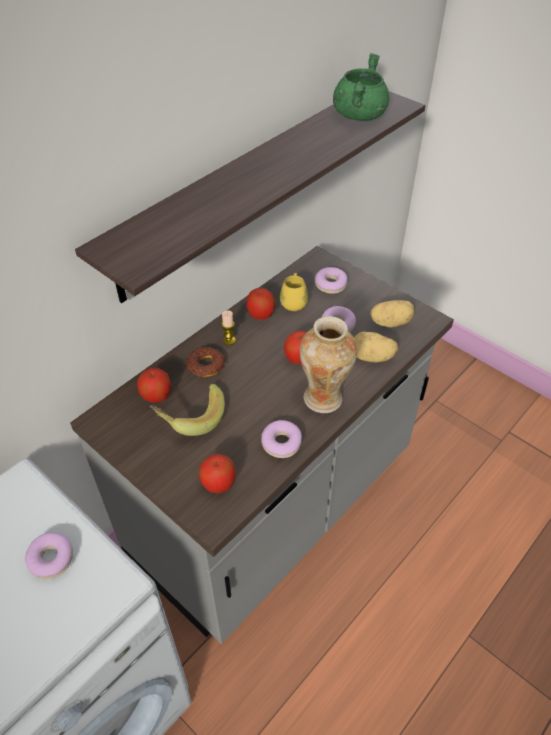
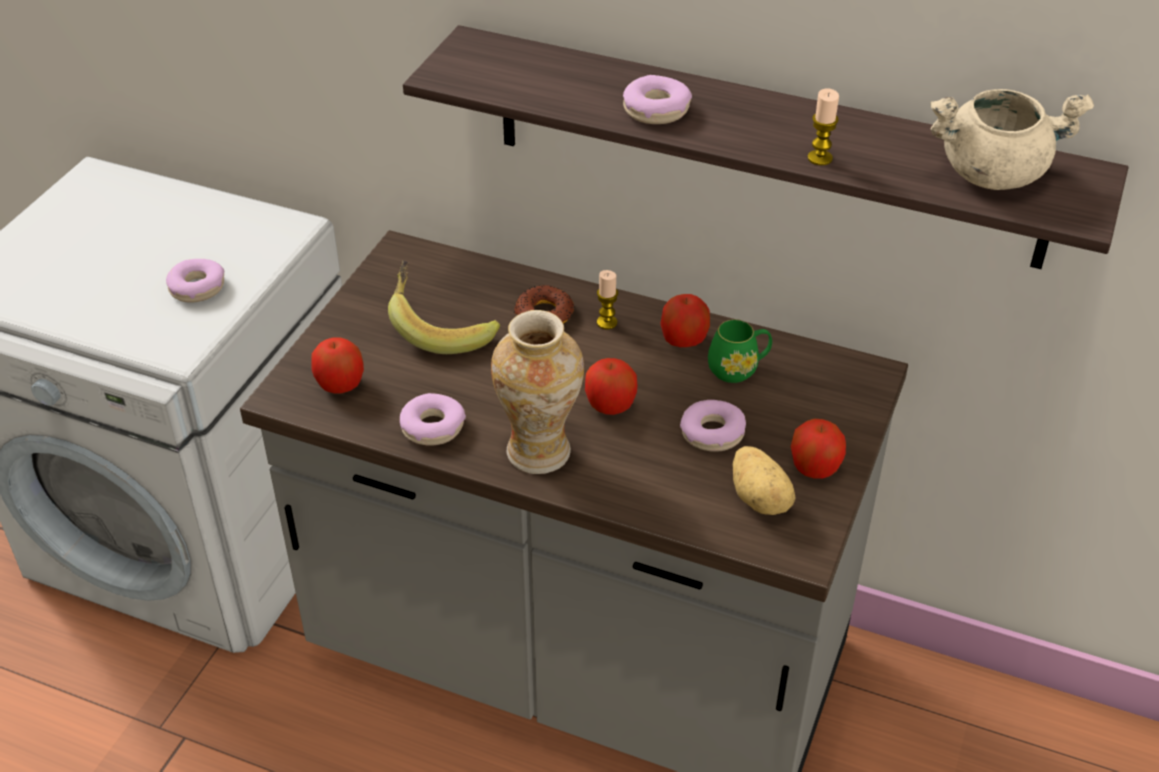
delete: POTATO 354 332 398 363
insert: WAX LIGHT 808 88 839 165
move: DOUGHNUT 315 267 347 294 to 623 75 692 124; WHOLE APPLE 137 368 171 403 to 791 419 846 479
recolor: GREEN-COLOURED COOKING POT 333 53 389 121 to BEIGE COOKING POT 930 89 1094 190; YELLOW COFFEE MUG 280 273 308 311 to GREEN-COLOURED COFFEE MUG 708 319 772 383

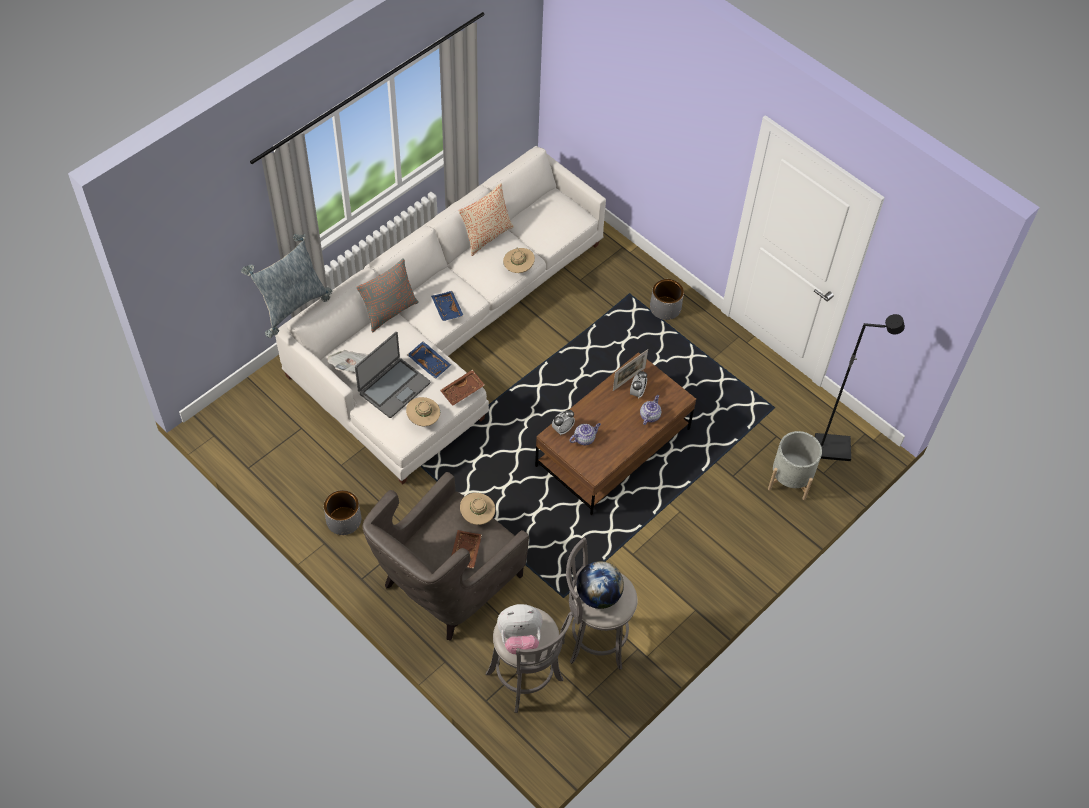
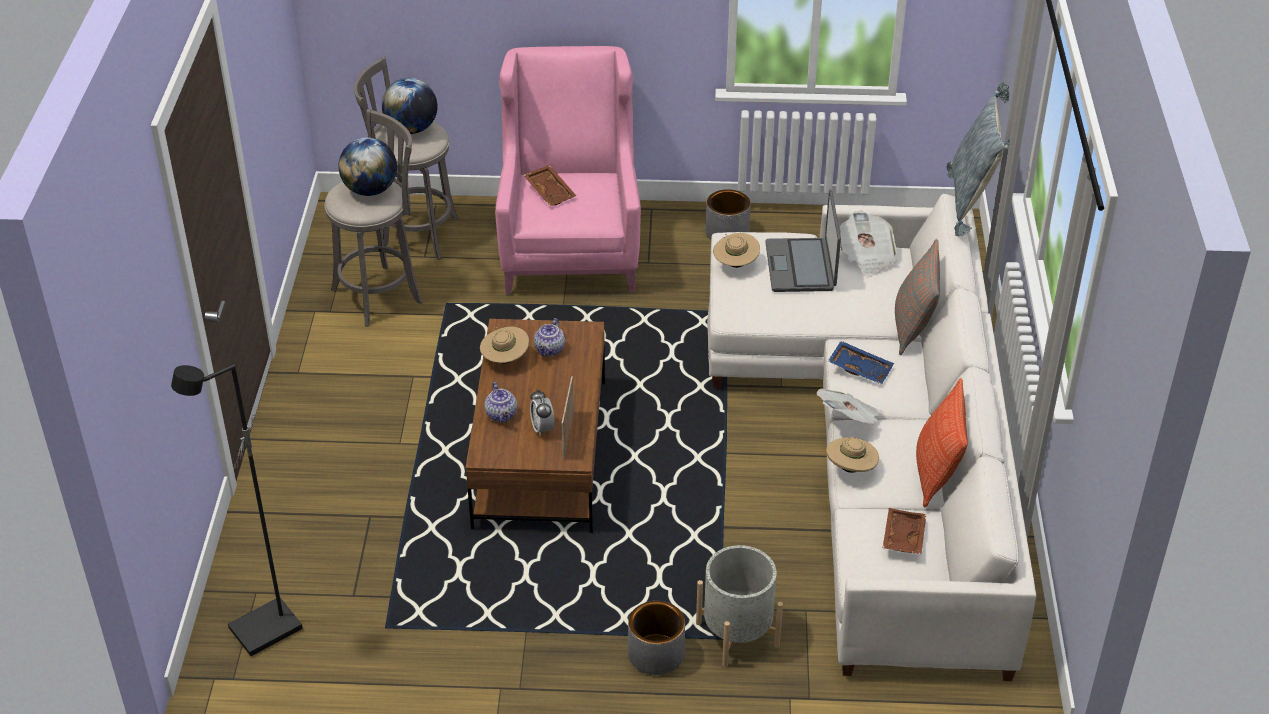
delete: BLUISH SERVING TRAY 408 341 451 379; BEDSIDE CLOCK 552 410 575 435
insert: DAILY PAPER 817 389 883 425
move: BROWN SERVING TRAY 440 370 485 406 to 883 508 926 554; GREYISH FLOWER POT 768 431 822 500 to 696 545 783 667; BEIGE WEARABLE HAT 460 493 496 525 to 480 327 529 363
replace: SOFT TOY 497 604 542 654 to DESK GLOBE 382 78 438 134
recolor: BEIGE PILLOW 459 183 514 256 to ORANGE-COLOURED PILLOW 916 378 968 507; GREYISH EASY CHAIR 363 472 529 641 to PINK EASY CHAIR 495 46 641 295

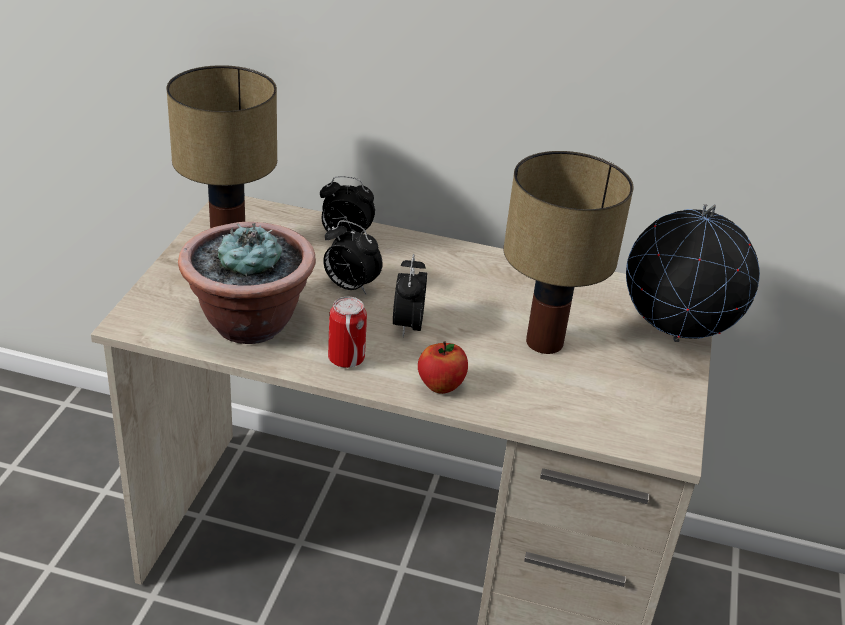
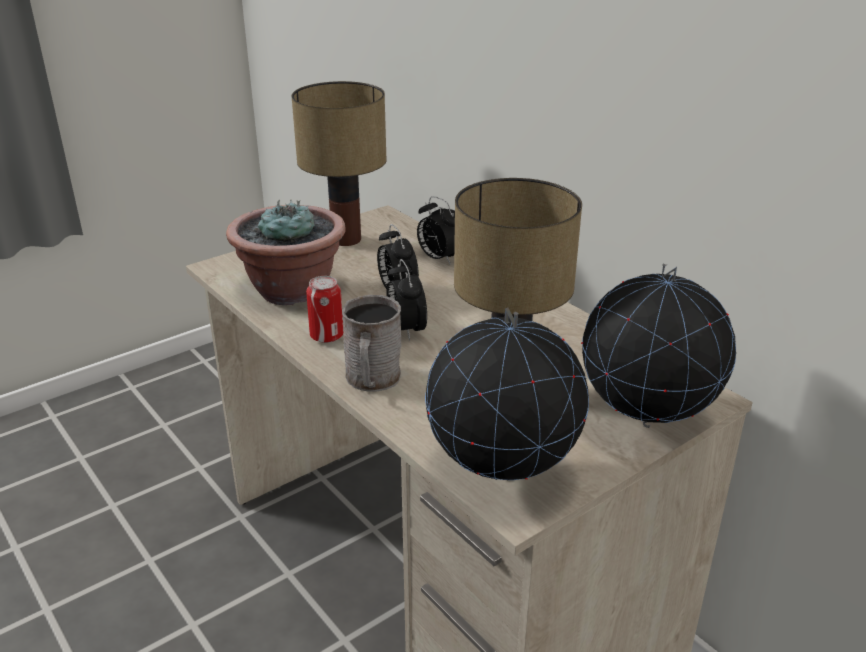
insert: DESK GLOBE 425 308 589 480
replace: WHOLE APPLE 418 341 468 394 to GREYISH COFFEE MUG 342 295 402 392
rotate: BEDSIDE CLOCK 393 254 427 338 = 386 259 427 341 60 degrees counterclockwise

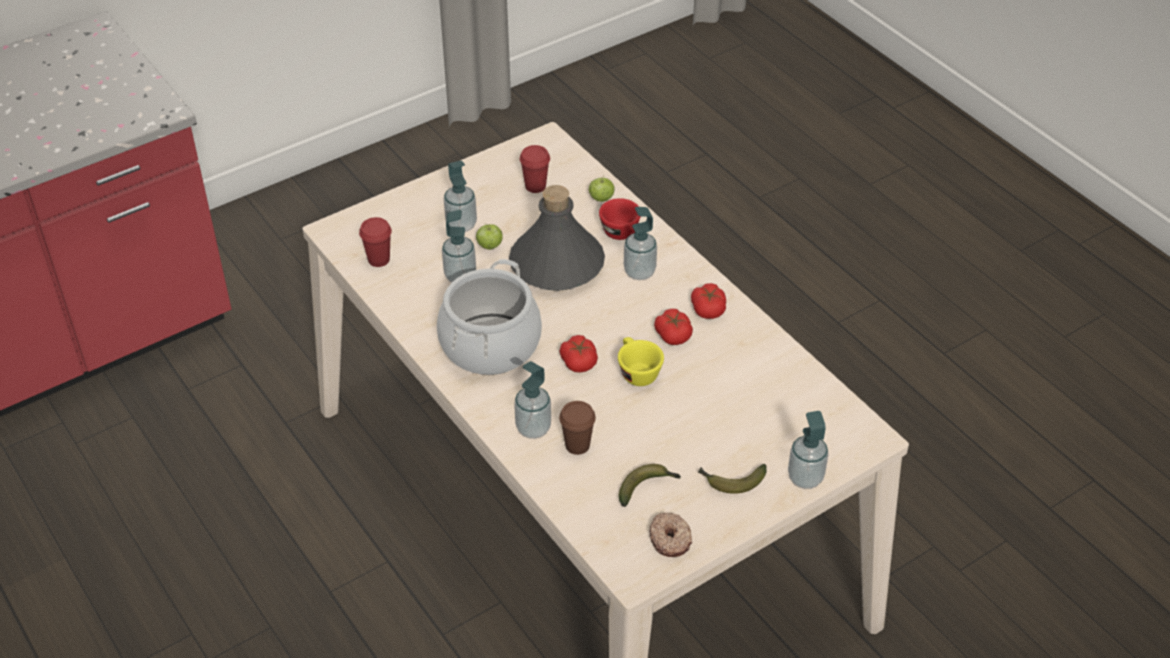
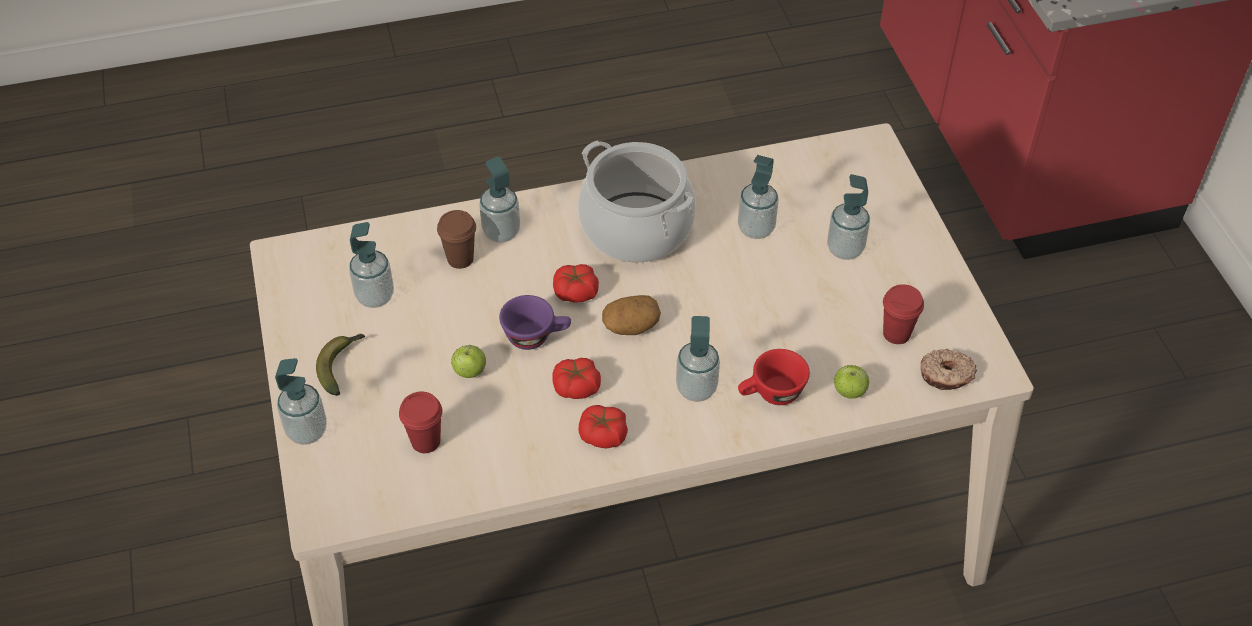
delete: GREYISH DRINK BOTTLE 509 185 605 291
insert: POTATO 602 295 661 335
move: RED SMALL CUP 359 217 392 267 to 399 391 443 453; WHOLE APPLE 476 223 503 250 to 451 345 486 378; DOUGHNUT 650 513 692 557 to 921 349 977 390
replace: BANANA 619 464 681 507 to SOAP DISPENSER 349 222 394 308
recolor: YELLOW SMALL CUP 618 337 664 386 to PURPLE SMALL CUP 499 295 571 350

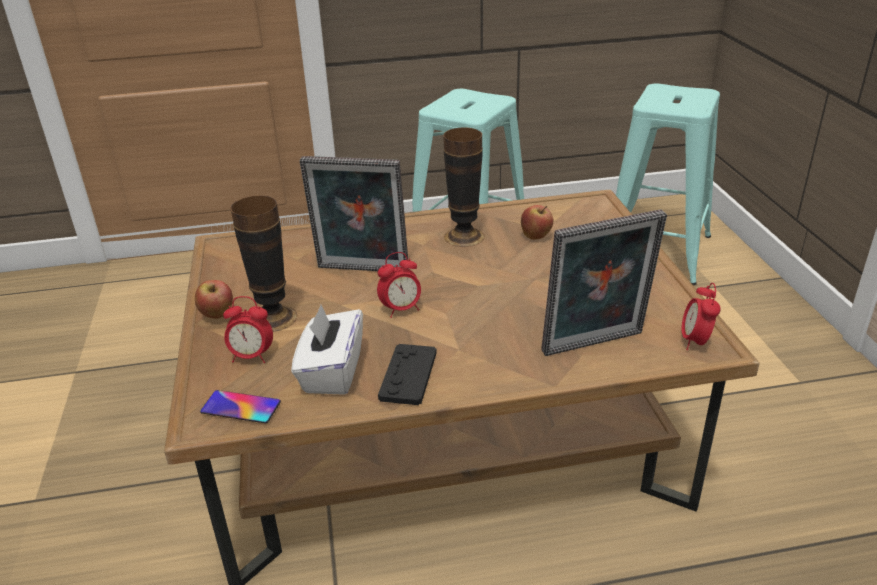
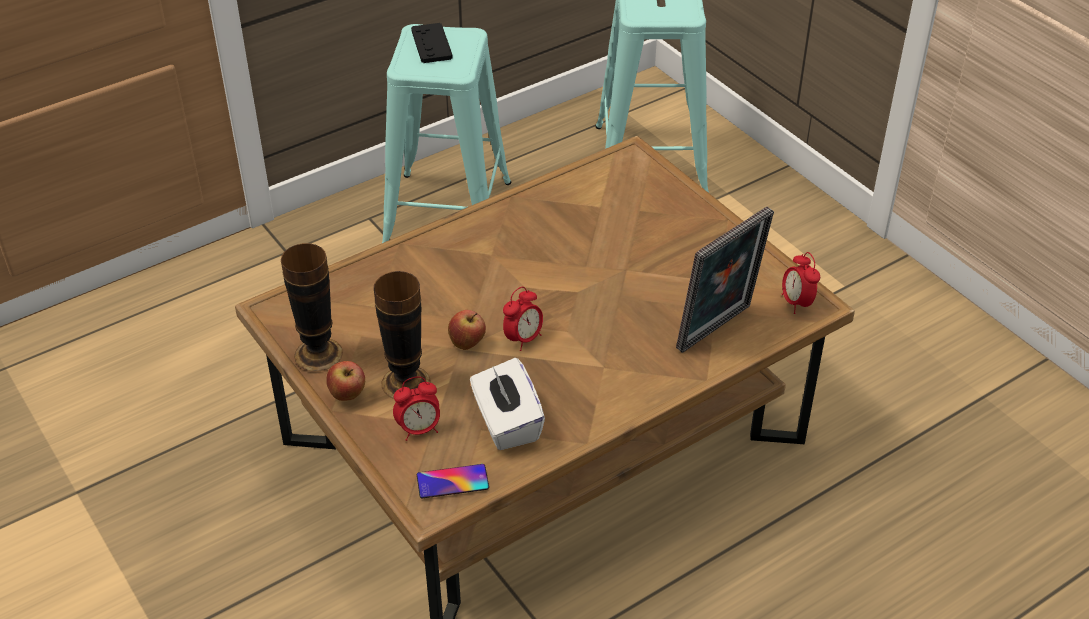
delete: PHOTO FRAME 300 156 409 271
move: DECORATIVE VASE 443 128 485 247 to 281 243 343 371; WHOLE APPLE 521 205 553 240 to 448 310 486 350; BLACKISH GAMEPAD 378 344 437 405 to 411 23 453 63

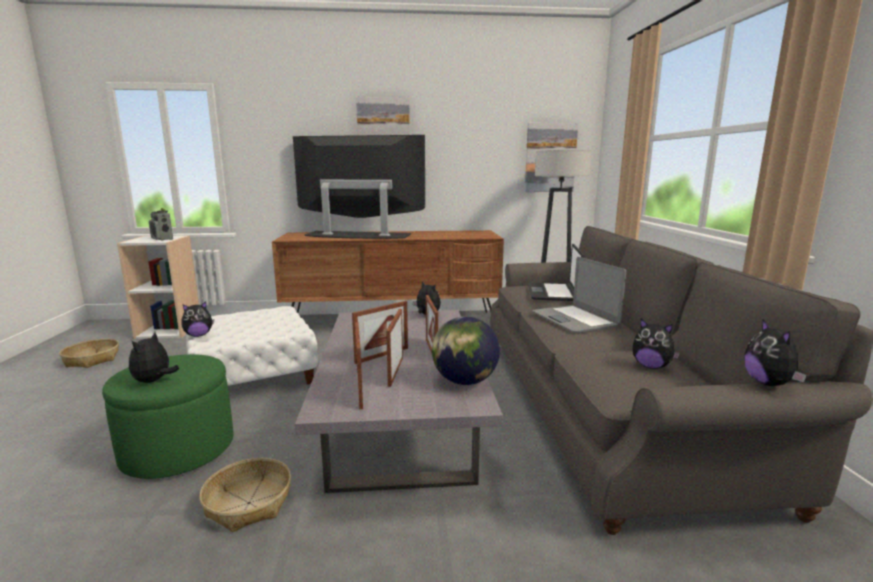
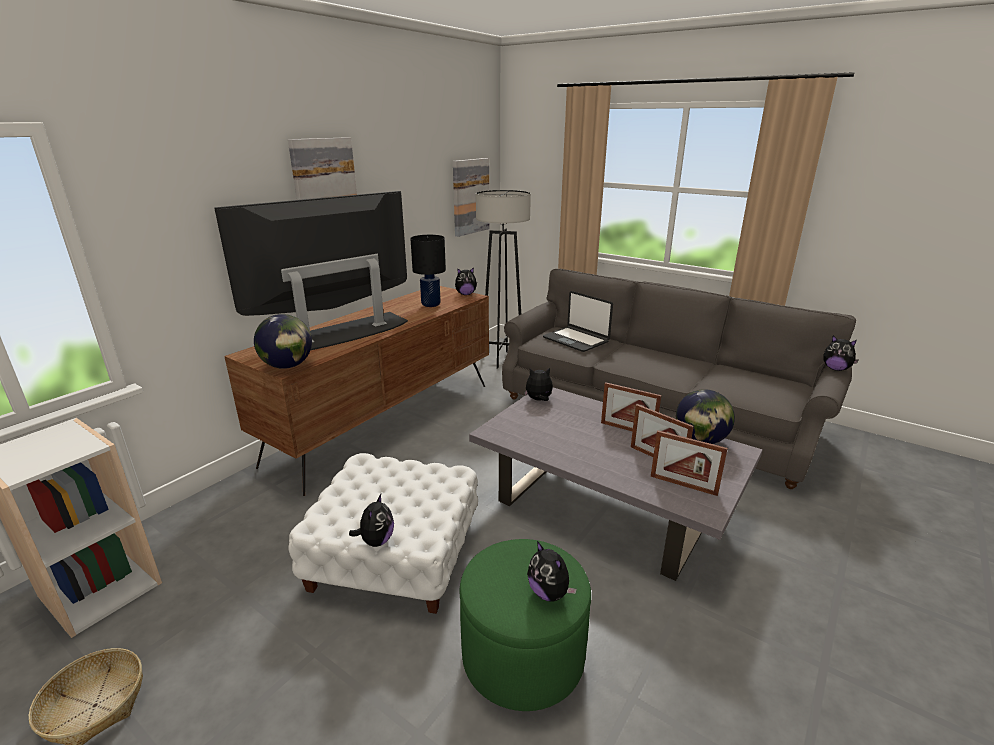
delete: RADIO SET 149 208 173 240; PORTABLE COMPUTER 532 257 626 333; PHOTO FRAME 352 301 408 364; HOUSEHOLD BASKET 199 458 291 532
insert: BLACKISH TABLE LAMP 410 235 446 307; DESK GLOBE 254 314 312 369
move: SOFT TOY 632 319 680 369 to 455 268 477 295

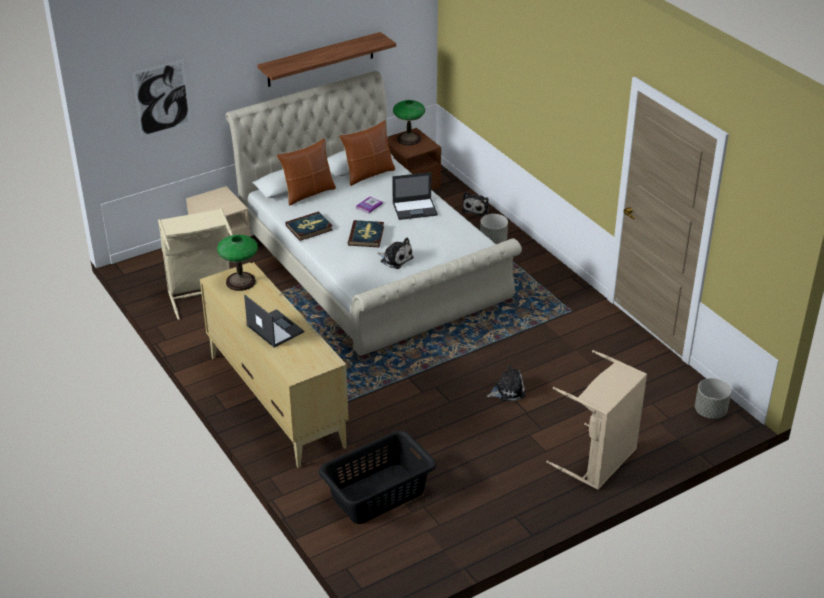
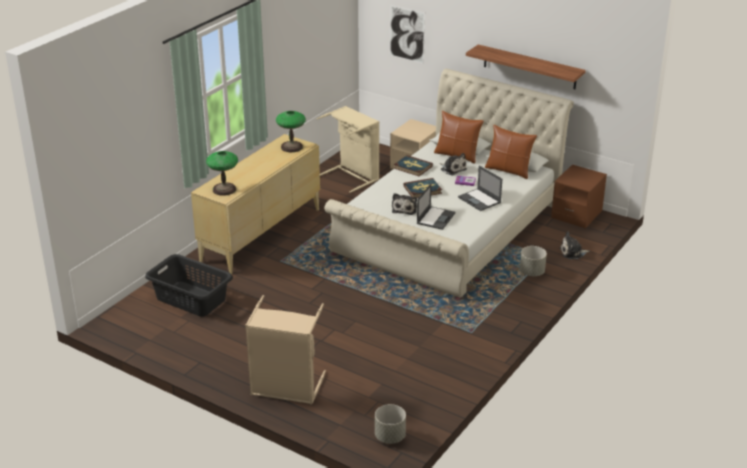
move: TABLE LAMP 393 100 425 146 to 206 151 238 196; PORTABLE COMPUTER 244 295 305 348 to 417 183 455 230; SOFT TOY 486 365 526 401 to 439 153 467 176

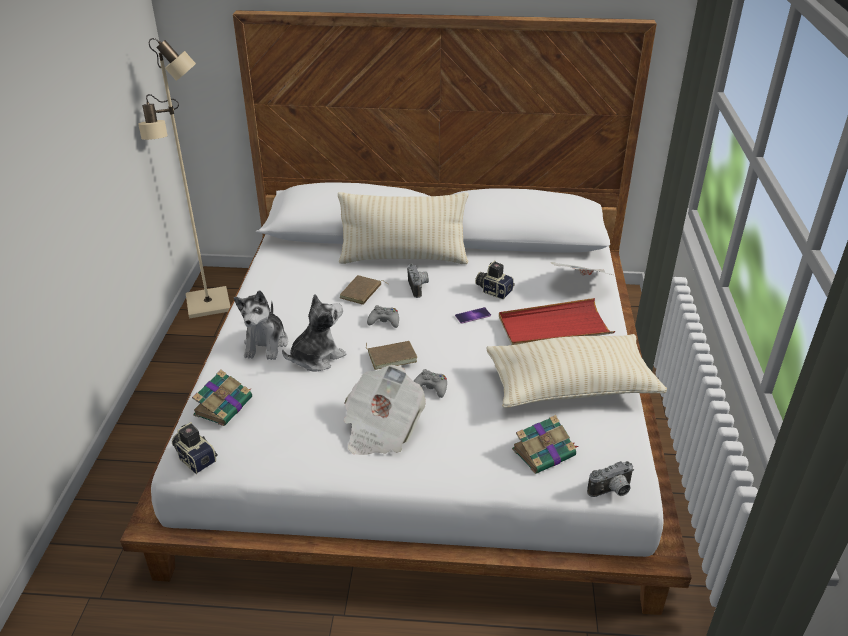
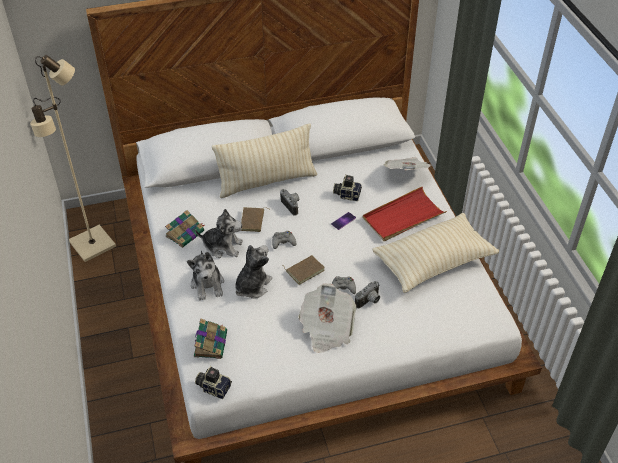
insert: SOFT TOY 195 209 243 258
move: BOUND BOOK 512 415 579 474 to 165 210 204 248; PHOTO CAMERA 587 461 634 497 to 355 281 380 308

